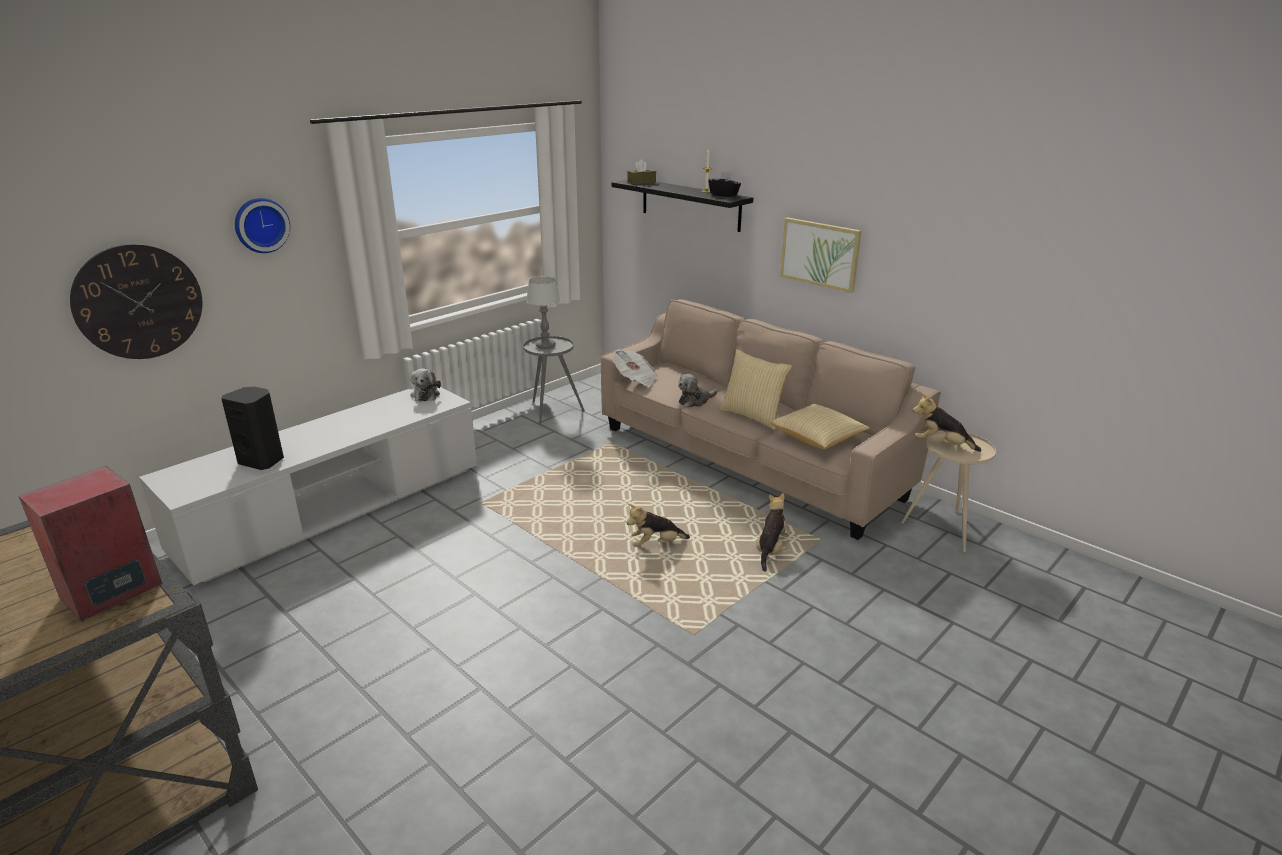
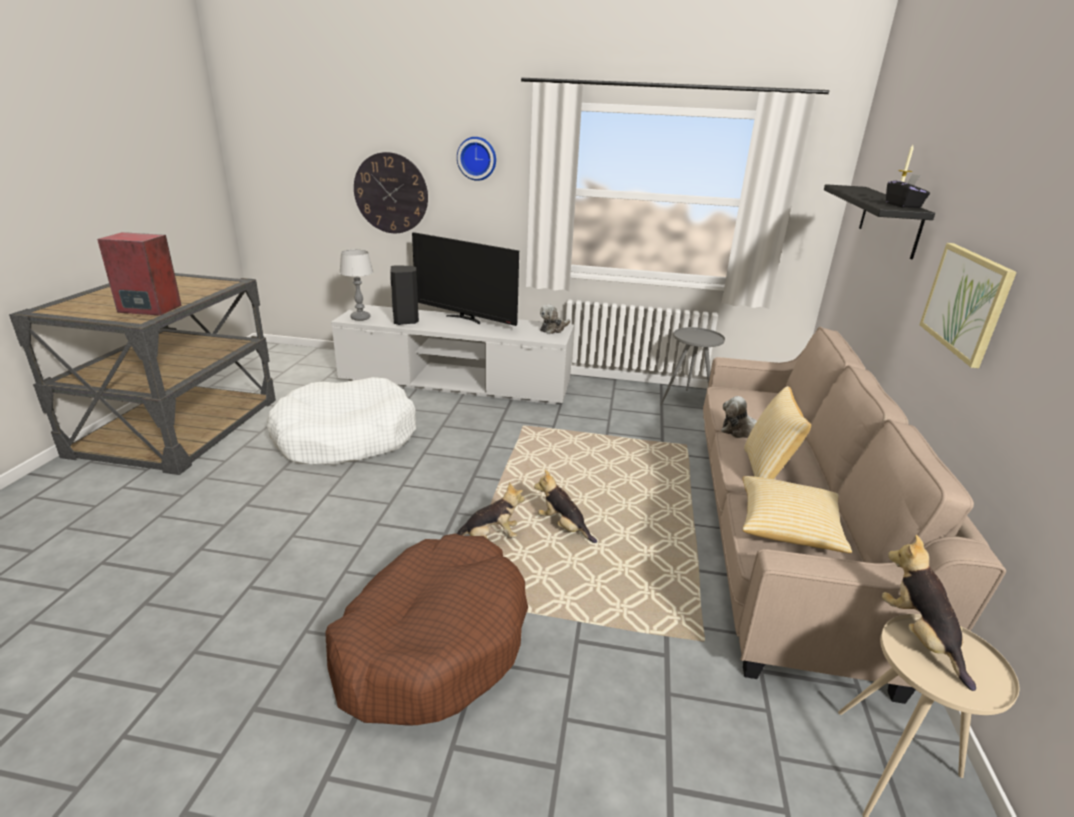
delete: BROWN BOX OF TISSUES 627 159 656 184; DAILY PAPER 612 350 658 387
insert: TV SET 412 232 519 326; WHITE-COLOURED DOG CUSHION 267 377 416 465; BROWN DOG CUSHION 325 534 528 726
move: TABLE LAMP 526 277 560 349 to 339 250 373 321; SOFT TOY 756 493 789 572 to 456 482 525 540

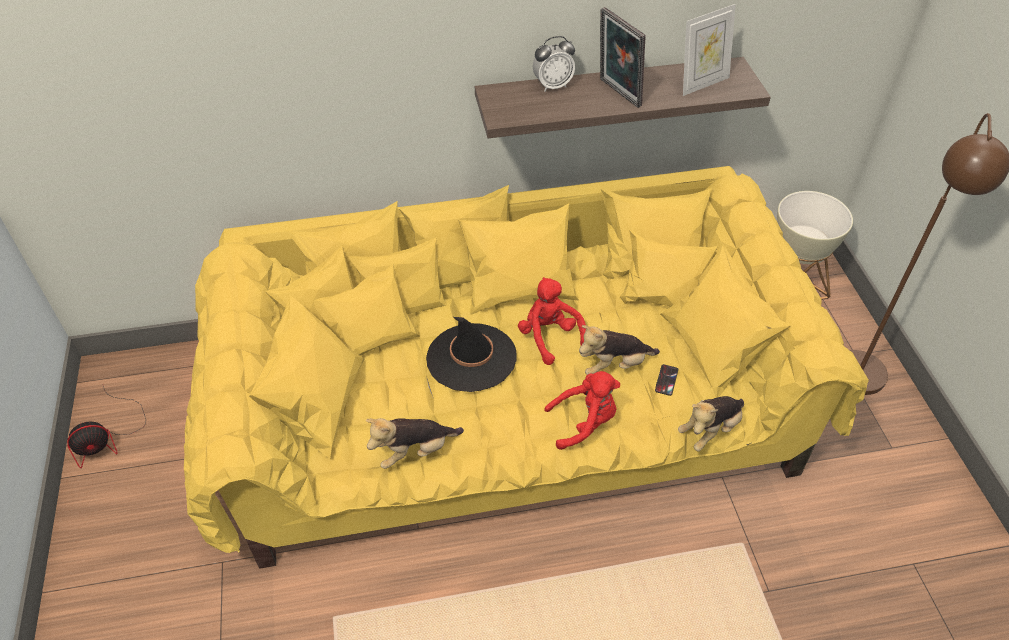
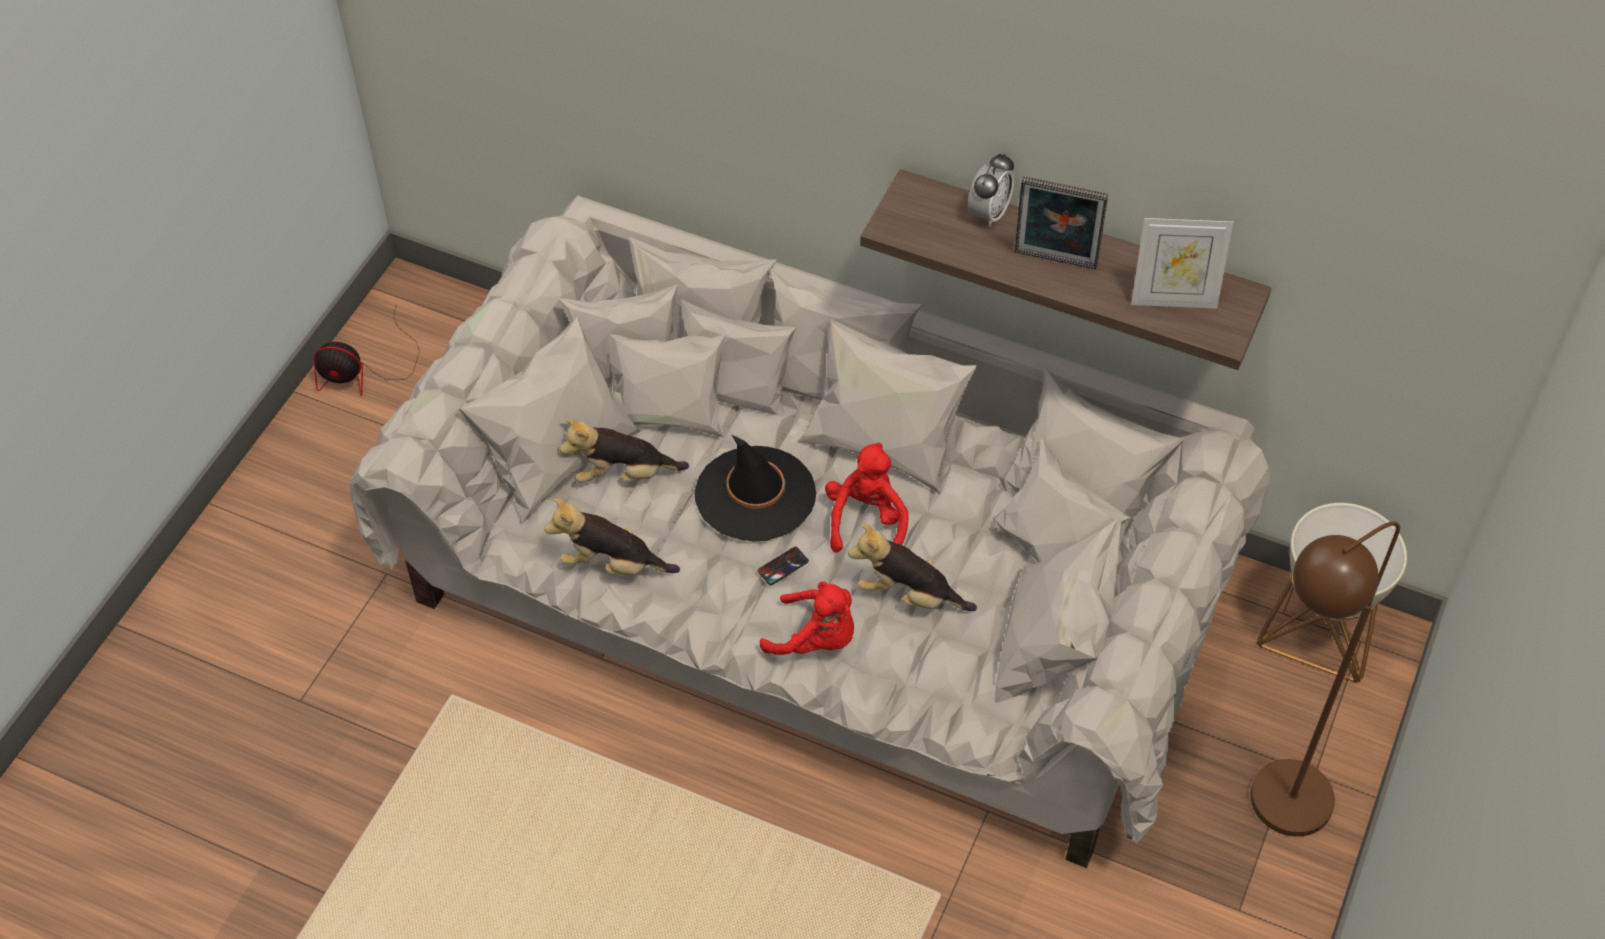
move: PHONE 655 364 678 396 to 758 547 809 585; SOFT TOY 678 396 744 451 to 560 418 689 482
recolor: YELLOW SOFA 184 166 869 569 to WHITE-COLOURED SOFA 349 196 1270 868
rotate: PHOTO FRAME 600 7 645 108 = 1015 176 1108 269 75 degrees counterclockwise; BEDSIDE CLOCK 533 36 575 92 = 968 153 1014 227 75 degrees counterclockwise

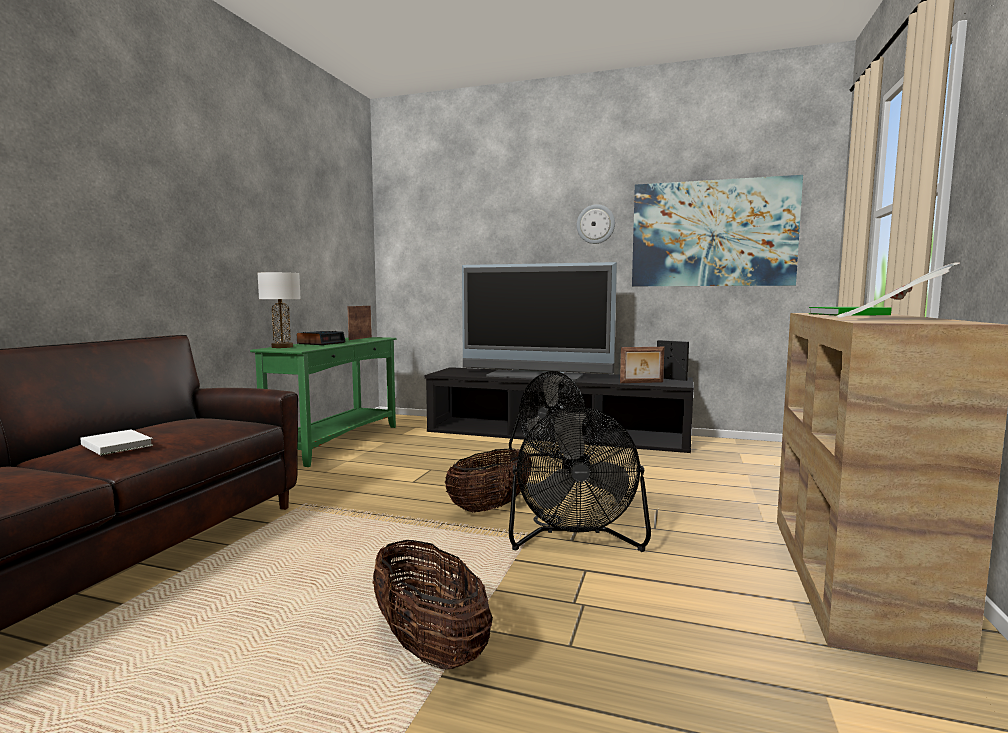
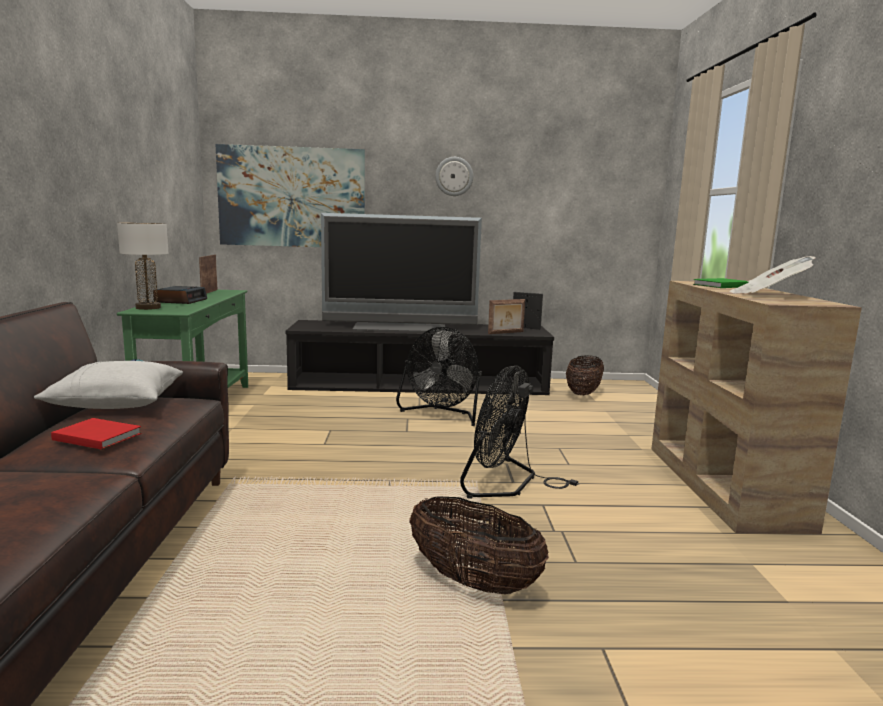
insert: GREYISH PILLOW 34 359 183 409
move: PICTURE 632 175 803 286 to 215 144 365 247; HOUSEHOLD BASKET 445 448 531 512 to 566 355 604 395
recolor: WHITE-COLOURED BOUND BOOK 81 429 153 455 to RED BOUND BOOK 51 418 142 450
rotate: BLACKISH COOLING FAN 509 407 651 552 = 460 365 580 498 135 degrees clockwise

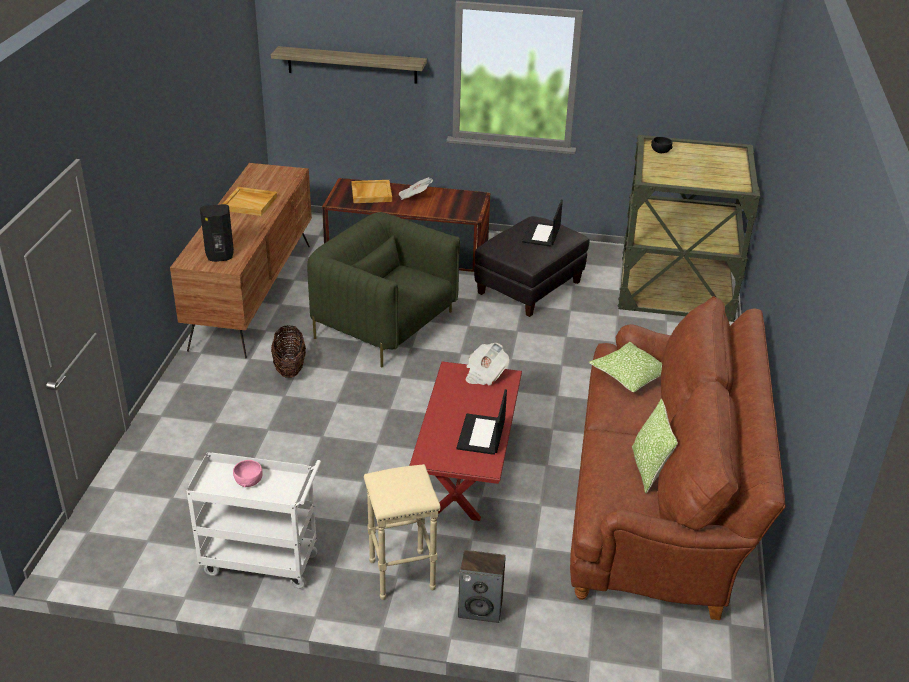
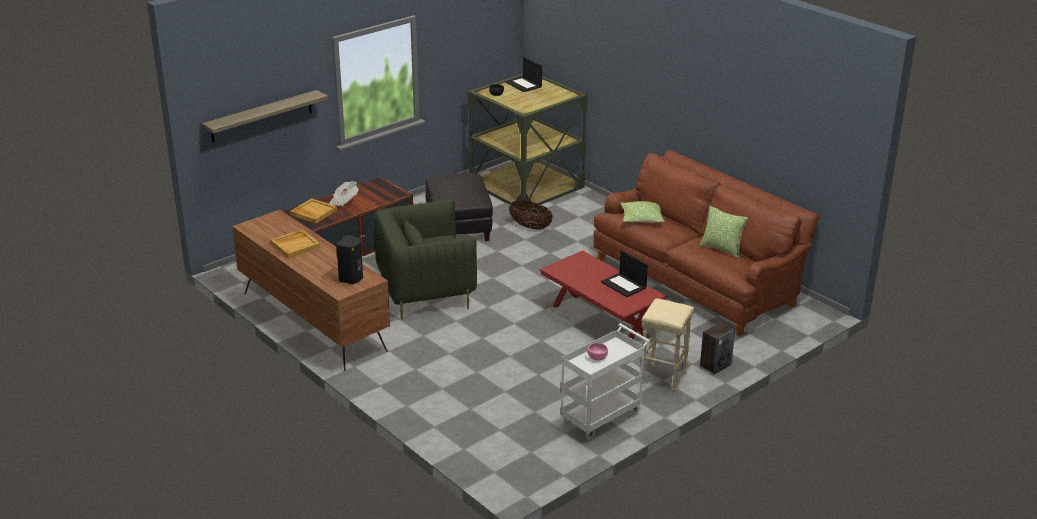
delete: DAILY PAPER 466 343 509 386
move: PORTABLE COMPUTER 522 200 563 247 to 505 57 542 92; HOUSEHOLD BASKET 271 326 306 378 to 509 201 553 230

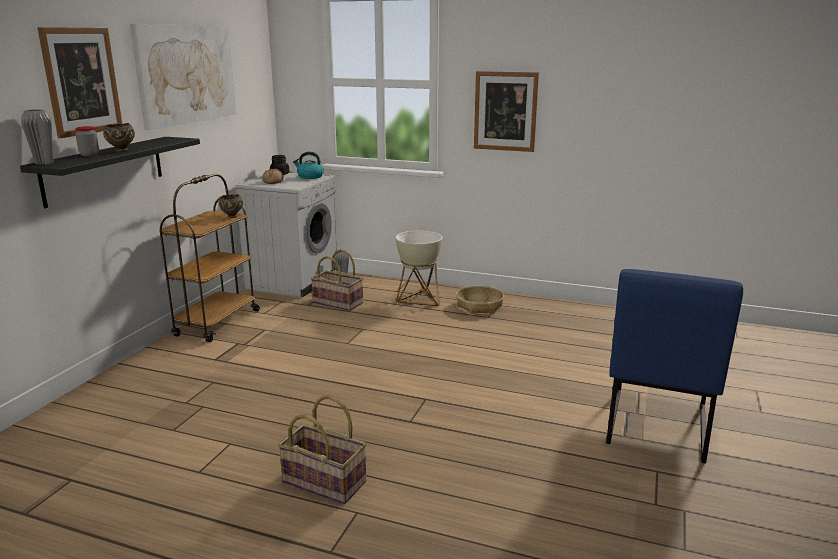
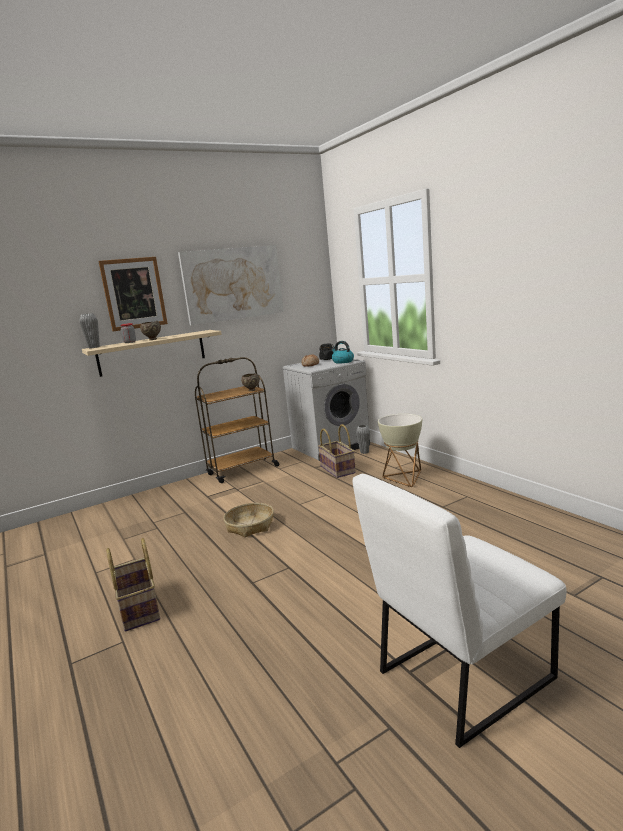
delete: PICTURE 474 71 539 152
move: HOUSEHOLD BASKET 456 286 504 314 to 224 503 274 537
recolor: BLACKISH SHELF 20 137 200 208 to BEIGE SHELF 82 330 222 377; BLUISH PLAIN CHAIR 606 269 743 464 to WHITE-COLOURED PLAIN CHAIR 352 474 566 748

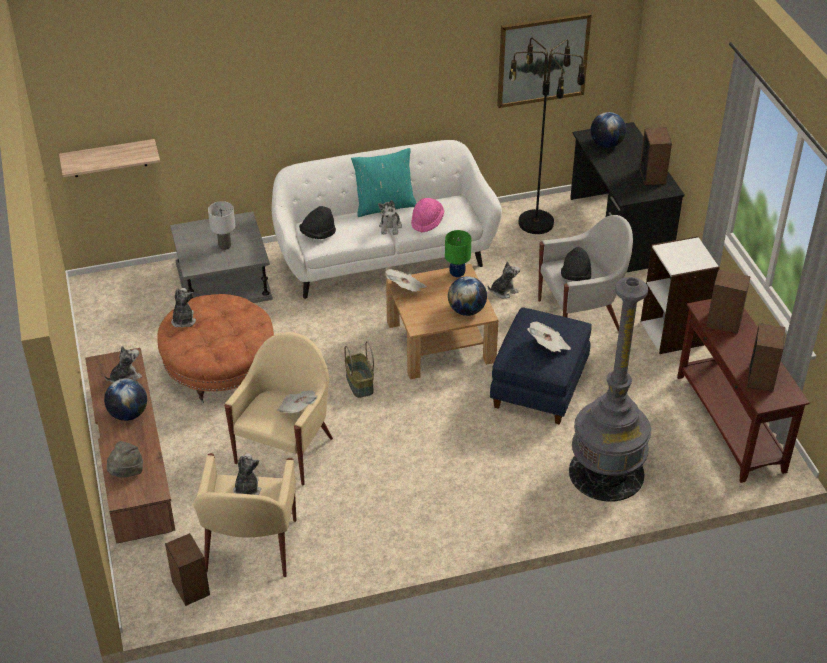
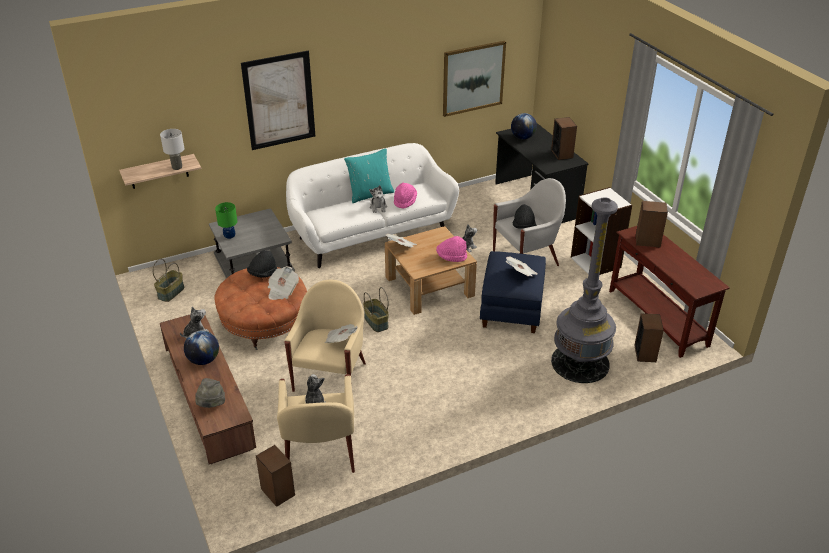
delete: FLOOR LAMP 509 37 585 234; SOFT TOY 171 288 196 328
insert: PICTURE 241 50 315 150; HOUSEHOLD BASKET 153 259 184 302; DAILY PAPER 268 266 299 300
move: WHITE-COLOURED TABLE LAMP 208 201 235 250 to 160 129 184 170; BLACKISH WEARABLE HAT 299 206 336 239 to 247 250 277 278; GREEN-COLOURED TABLE LAMP 445 230 471 277 to 215 202 237 239; LOUDSPEAKER 747 323 785 392 to 634 313 664 362
replace: DESK GLOBE 448 276 487 316 to PINK WEARABLE HAT 436 236 467 262

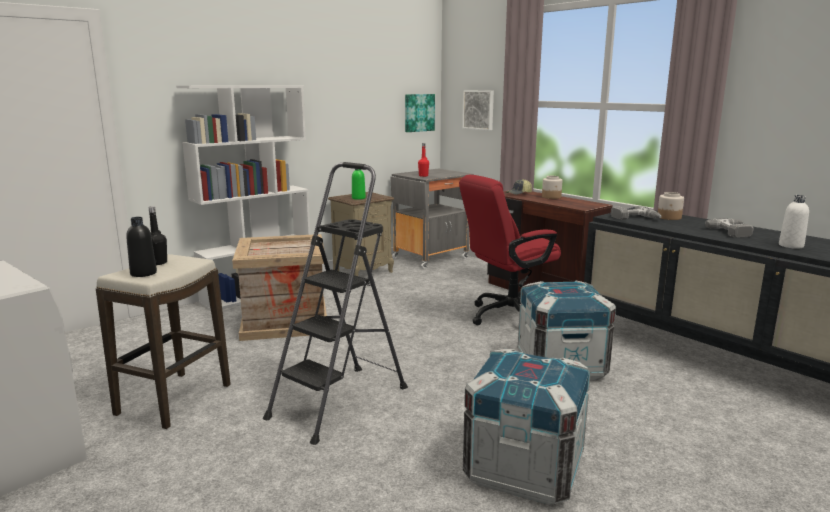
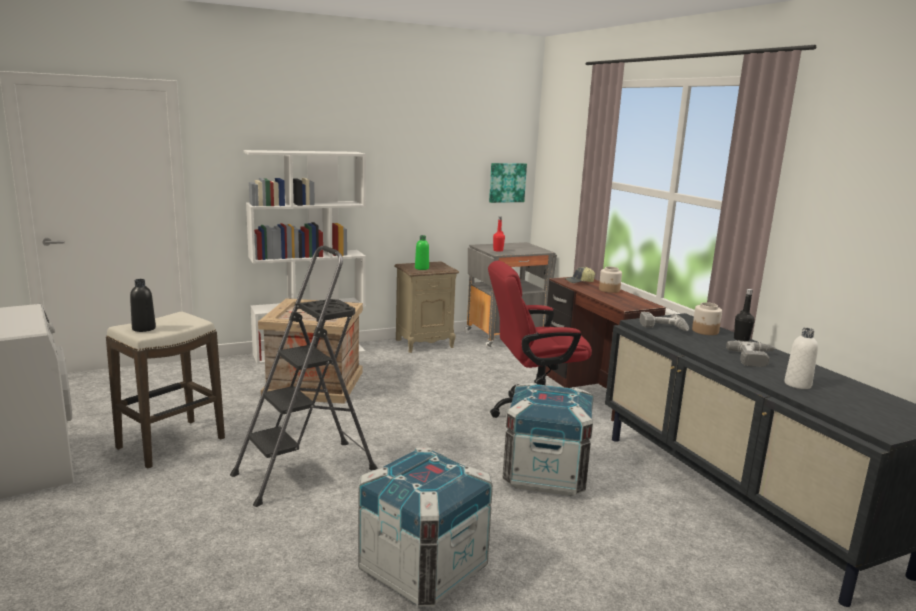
delete: PICTURE 462 90 494 130
move: BLACKISH DRINK BOTTLE 148 206 167 265 to 734 289 755 341

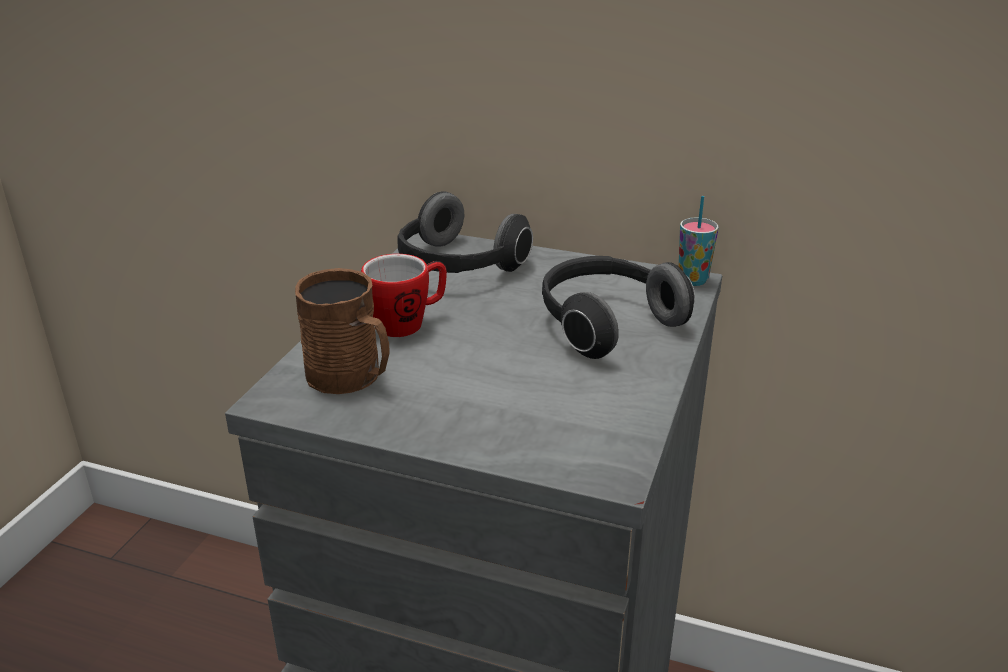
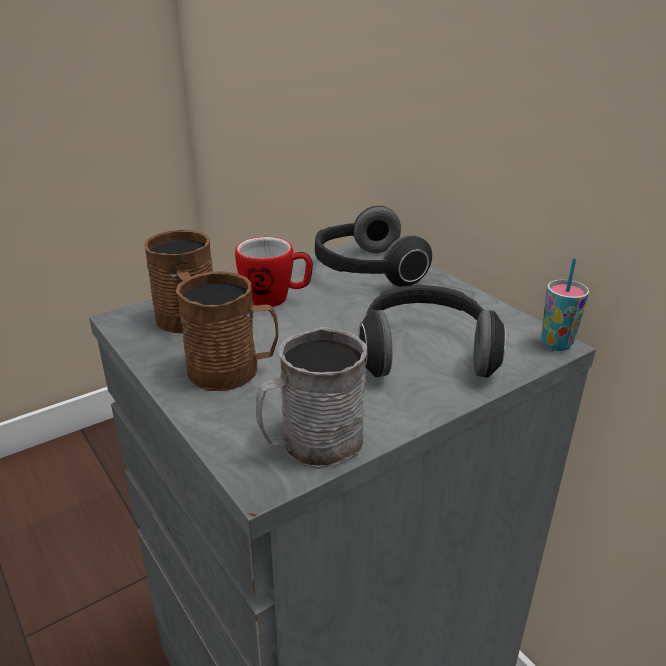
insert: BROWN COFFEE MUG 176 271 278 391; GREYISH COFFEE MUG 256 327 367 469

